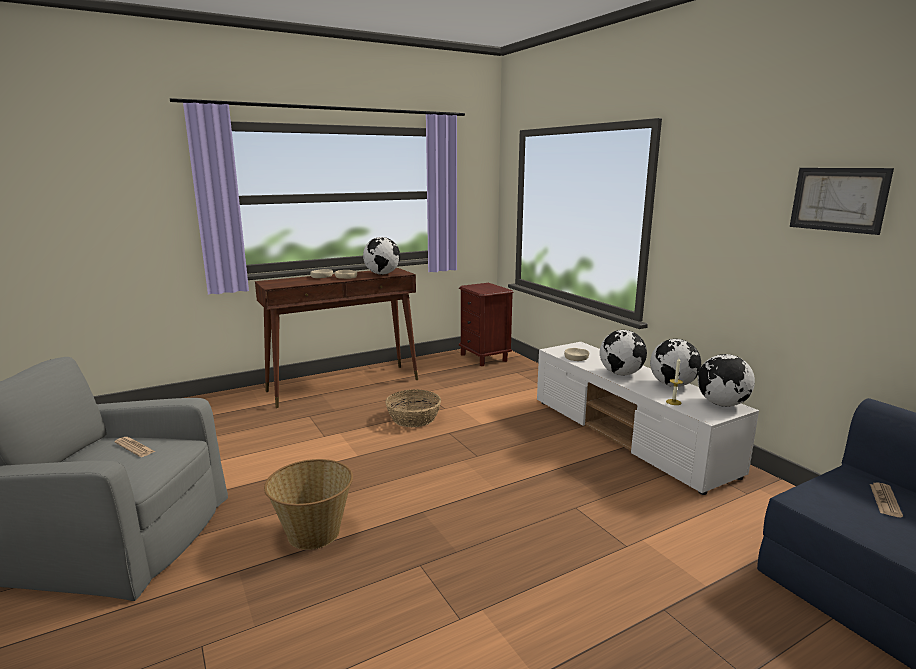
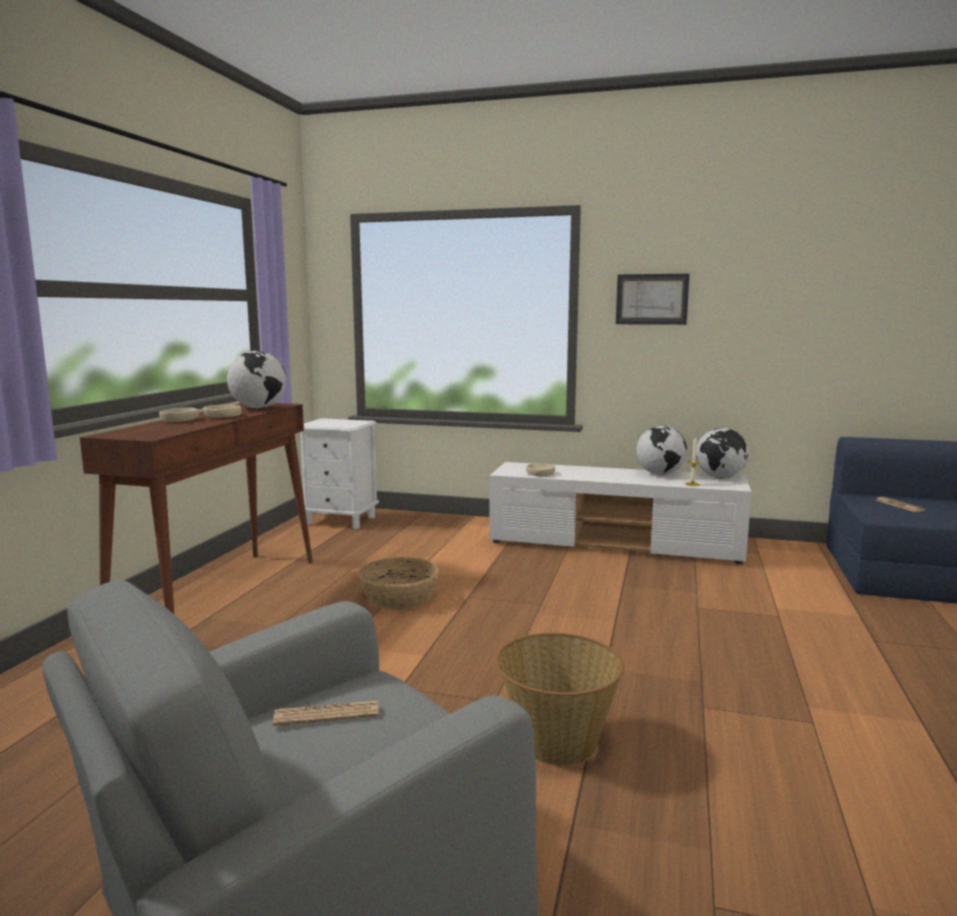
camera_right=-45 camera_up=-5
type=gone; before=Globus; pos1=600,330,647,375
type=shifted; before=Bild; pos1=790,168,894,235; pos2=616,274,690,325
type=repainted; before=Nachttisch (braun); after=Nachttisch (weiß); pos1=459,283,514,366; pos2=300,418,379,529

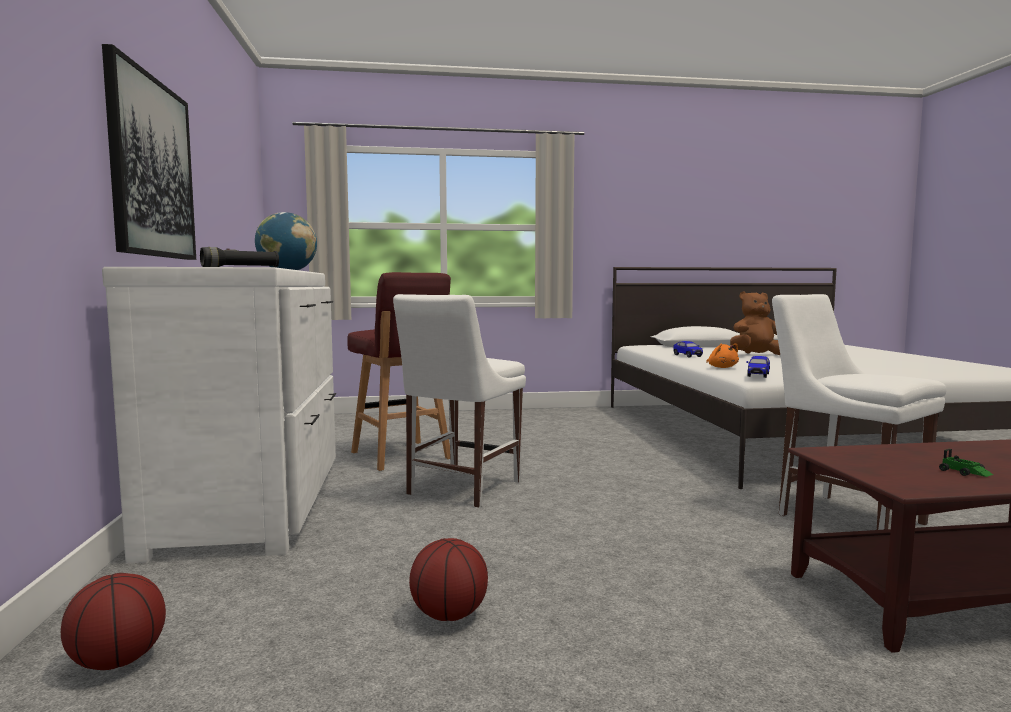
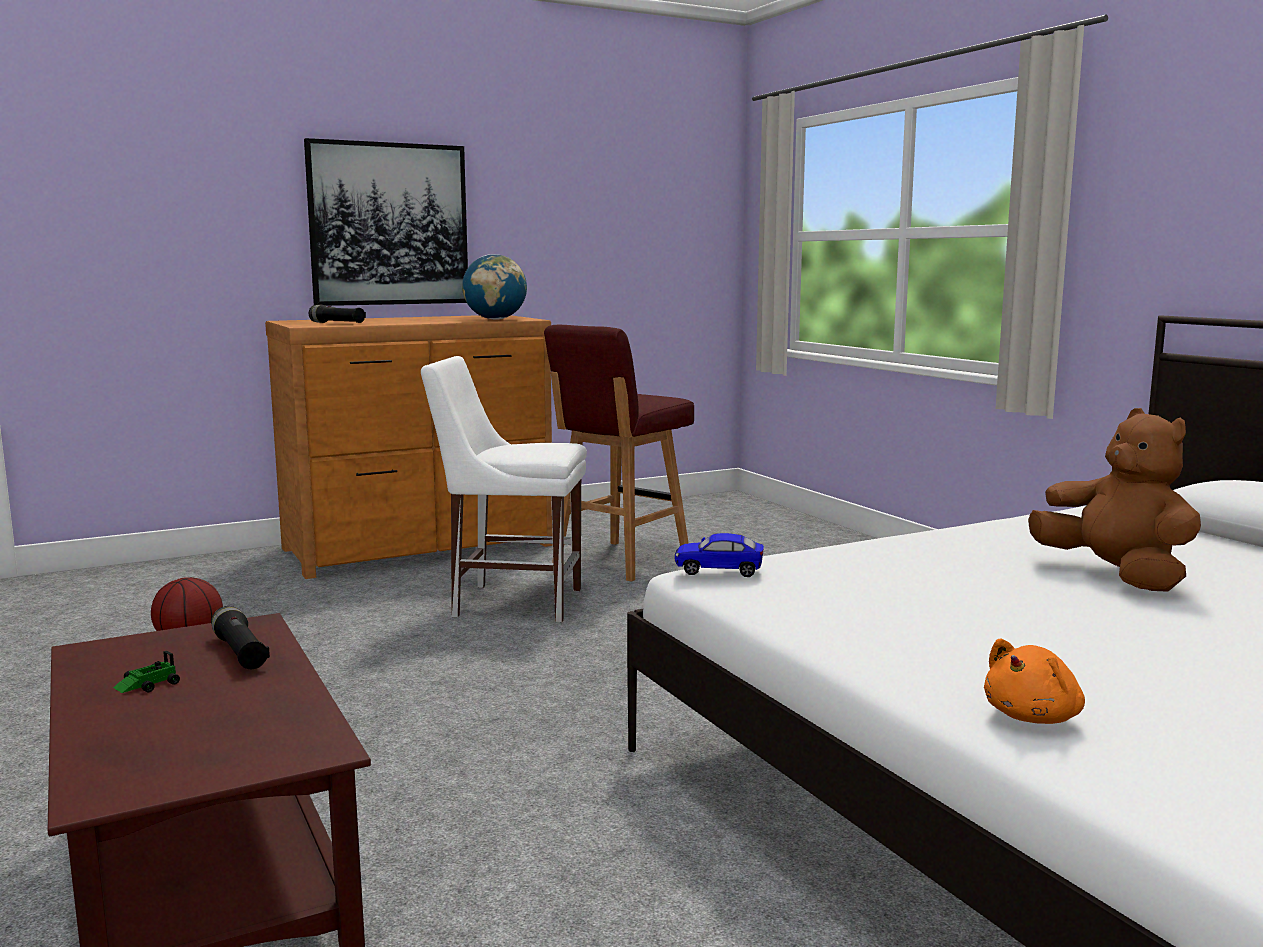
camera_right=70 camera_up=5
type=gone; before=Basketball; pos1=61,573,166,670
type=gone; before=Spielzeugauto; pos1=673,341,703,357
type=gone; before=Stuhl (weiß); pos1=772,294,946,530
type=new; after=Taschenlampe (schwarz); pos2=211,606,270,669
type=shifted; before=Plüschtier (orange); pos1=706,343,739,368; pos2=984,638,1085,724
type=repainted; before=Kommode (weiß); after=Kommode (braun); pos1=102,267,336,564; pos2=265,315,553,579

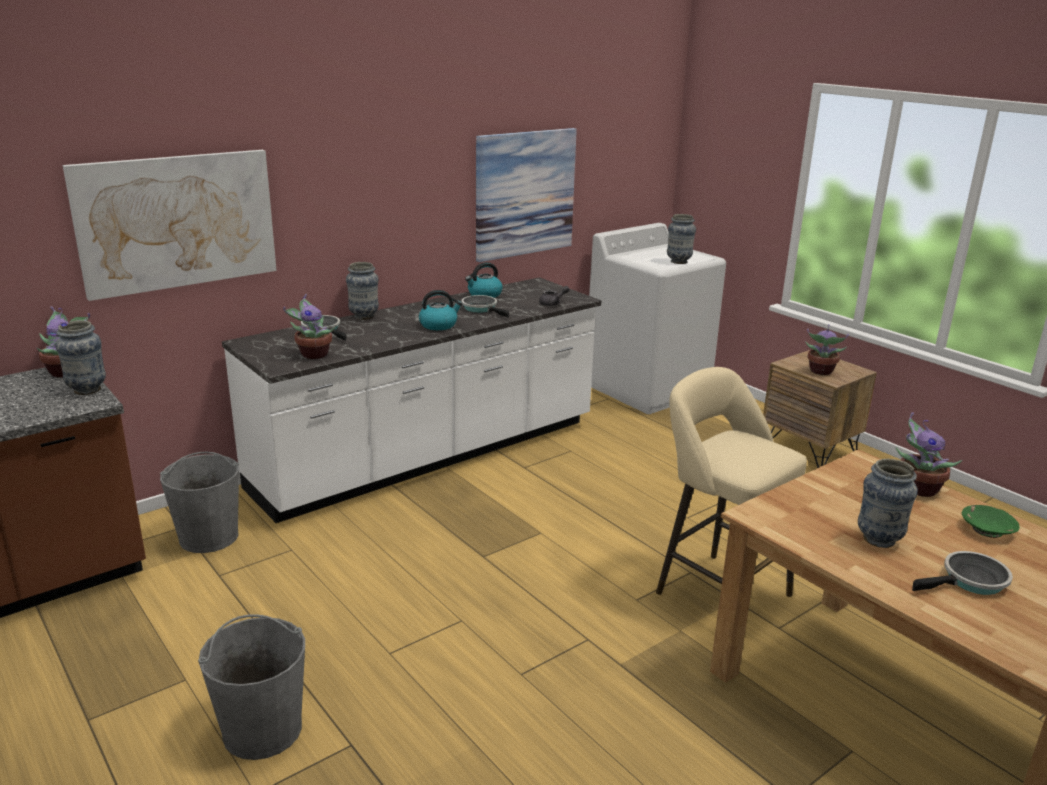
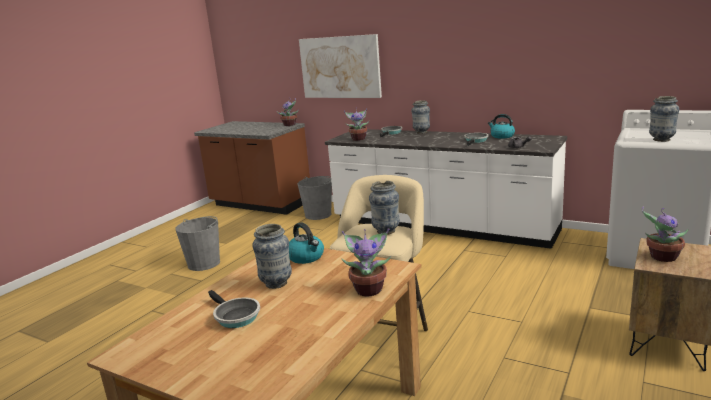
camera_right=70 camera_up=-5
type=gone; before=Bild; pos1=476,128,577,262
type=gone; before=Schüssel (grün); pos1=962,505,1020,538
type=shifted; before=Vase; pos1=55,320,106,395; pos2=369,181,400,235
type=shifted; before=Wasserkessel; pos1=419,290,463,330; pos2=289,222,324,264

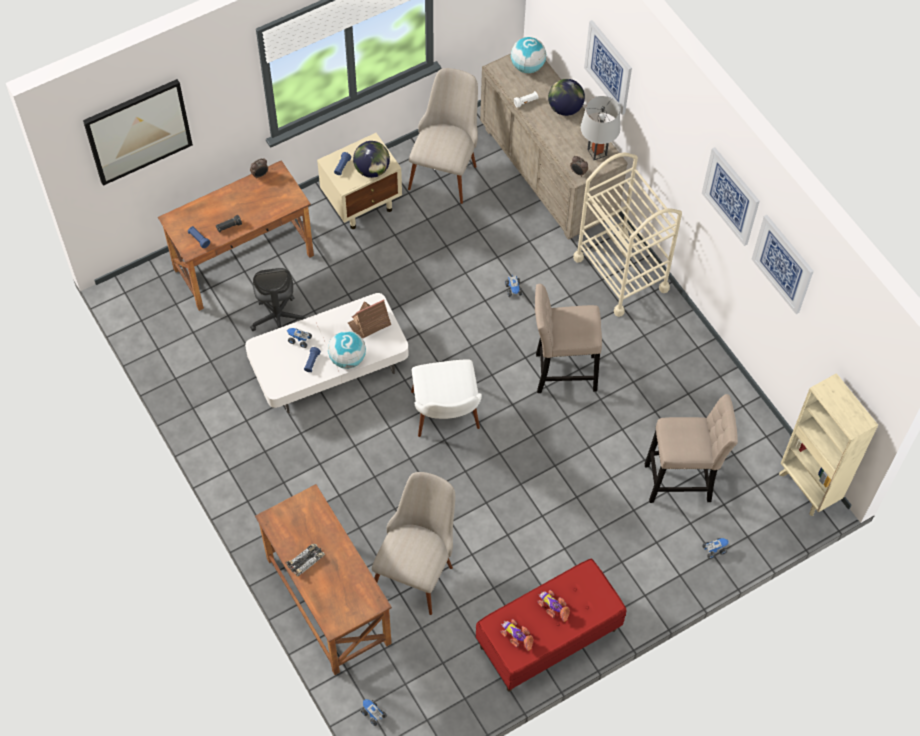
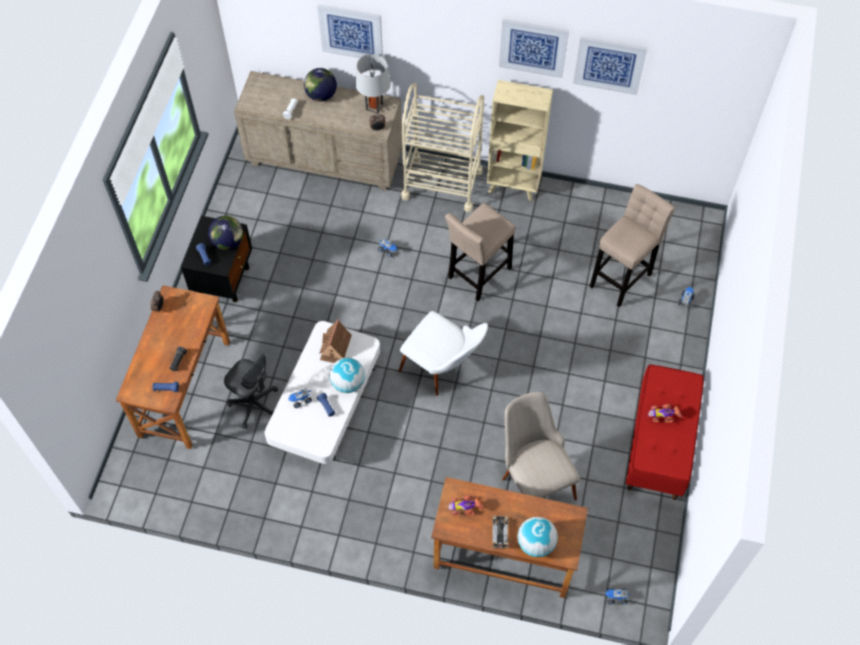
camera_right=-45 camera_up=0
type=gone; before=Bild; pos1=83,79,193,186
type=gone; before=Stuhl (beige); pos1=408,68,478,204
type=shifted; before=Spielzeugauto; pos1=501,619,534,651; pos2=447,495,484,516
type=shifted; before=Globus; pos1=511,37,546,73; pos2=517,517,558,557
type=shifted; before=Bücherregal (beige); pos1=779,373,878,516; pos2=487,80,553,201
type=repainted; before=Nachttisch (beige); after=Nachttisch (schwarz); pos1=317,133,402,229; pos2=181,216,252,302

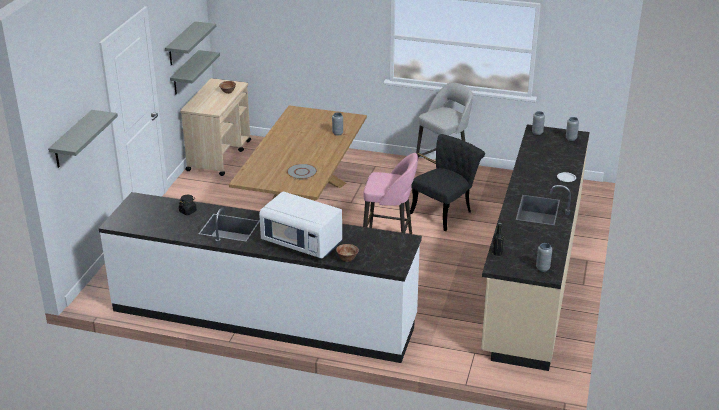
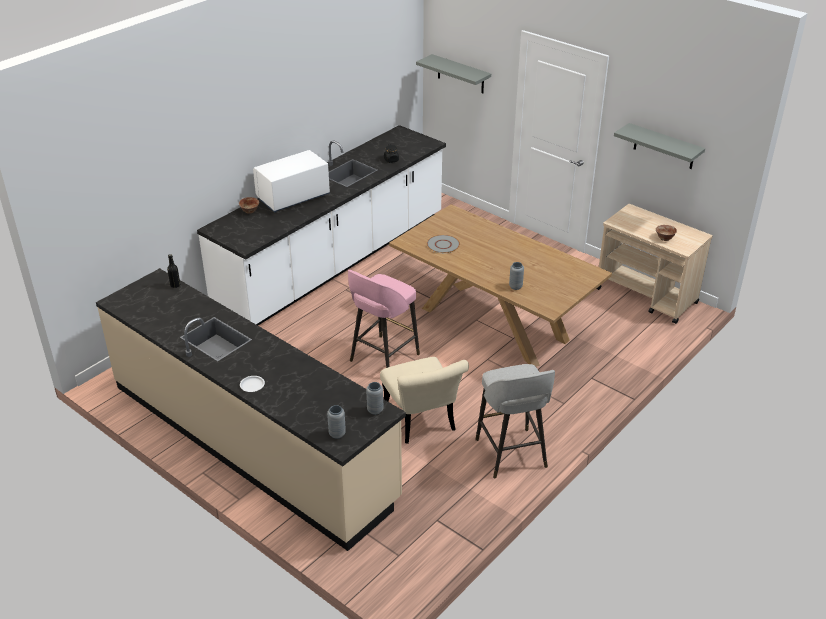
camera_right=115 camera_up=5
type=gone; before=Wandregal (grau); pos1=170,50,220,95
type=gone; before=Vase (grau); pos1=536,243,552,272
type=repainted; before=Stuhl (schwarz); after=Stuhl (beige); pos1=410,134,485,231; pos2=380,357,469,444

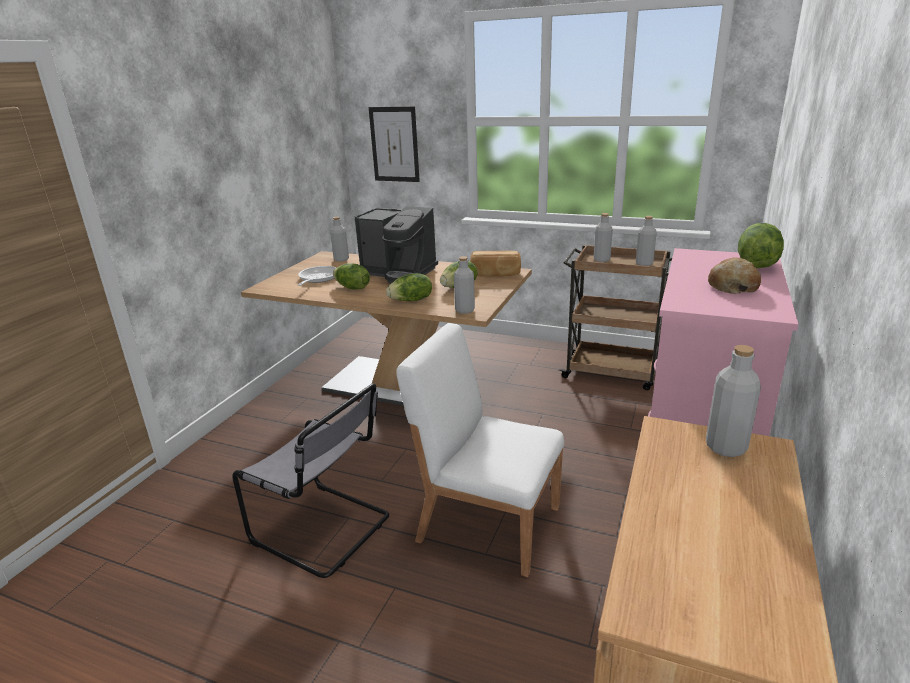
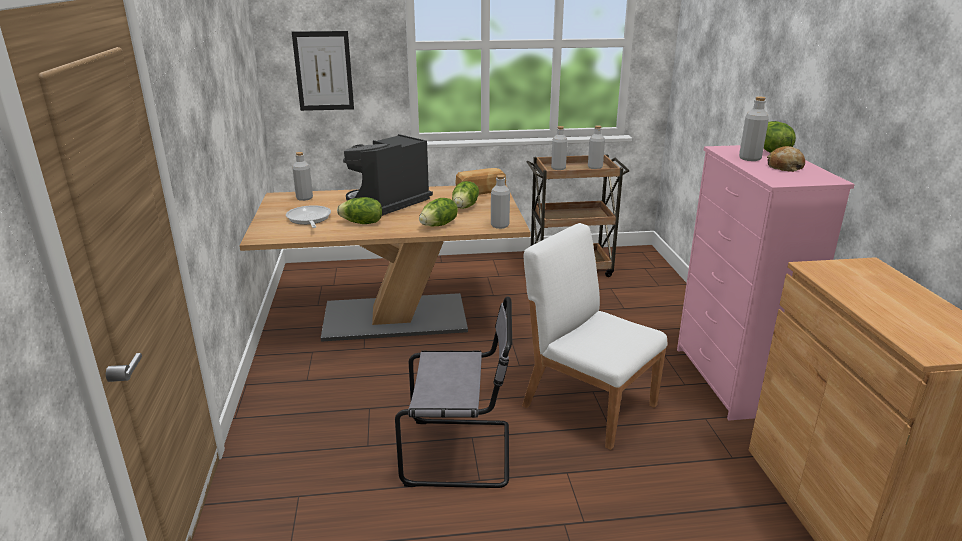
camera_right=-30 camera_up=0
type=shifted; before=Flasche (grau); pos1=706,345,761,457; pos2=739,96,769,161
type=rotated; before=Kaffeemaschine; pos1=355,206,438,284; pos2=343,134,433,216; turn=135
type=rotated; before=Stuhl (weiß); pos1=396,323,564,577; pos2=522,223,667,450; turn=45

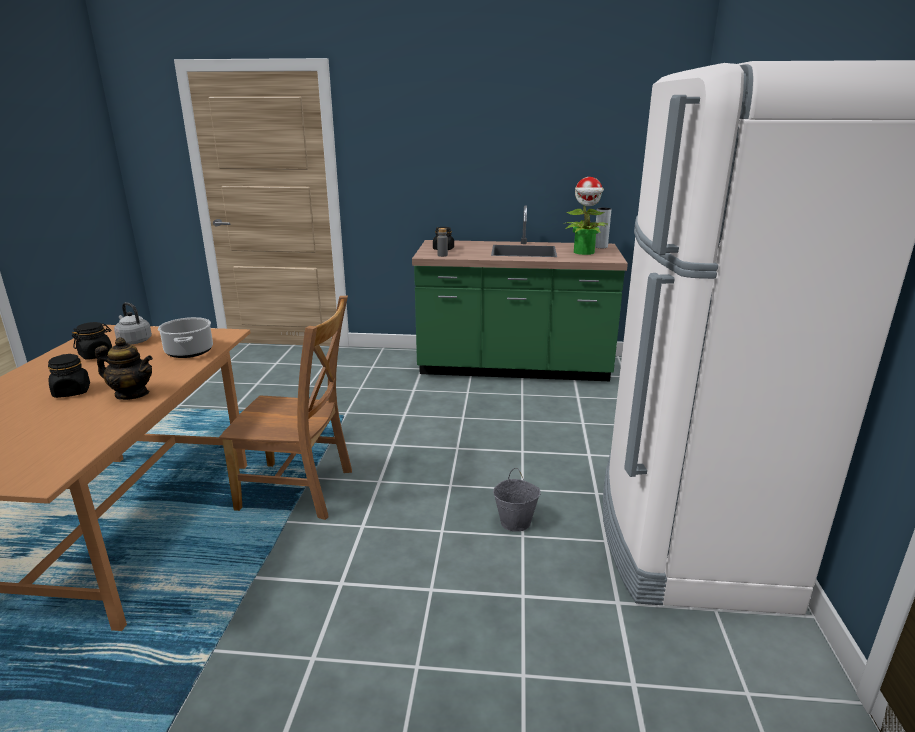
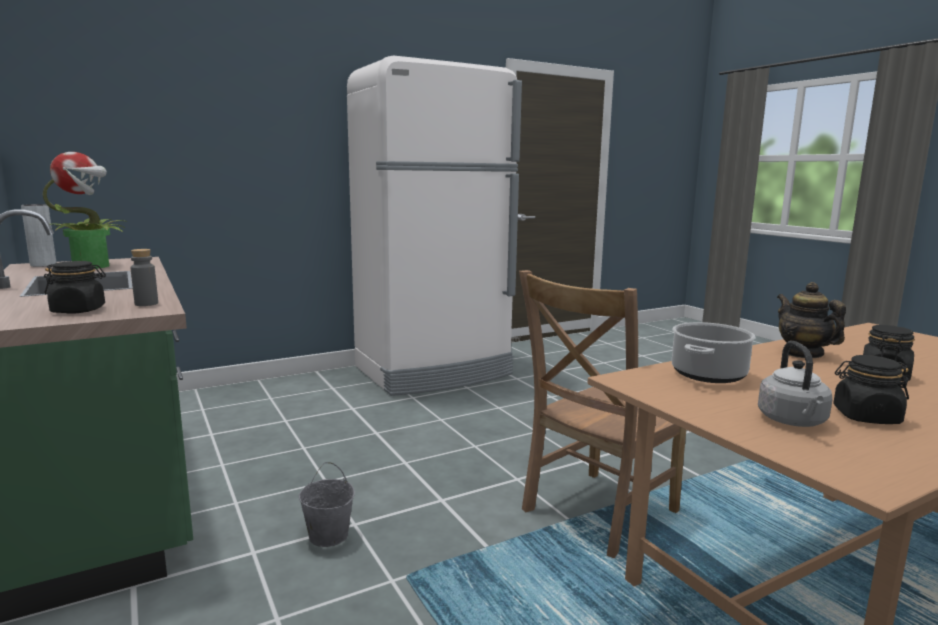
camera_right=-125 camera_up=-10
type=shifted; before=Eimer (grau); pos1=493,468,541,532; pos2=299,462,355,547
type=rotated; before=Stuhl (braun); pos1=219,296,352,520; pos2=519,270,686,558; turn=-105

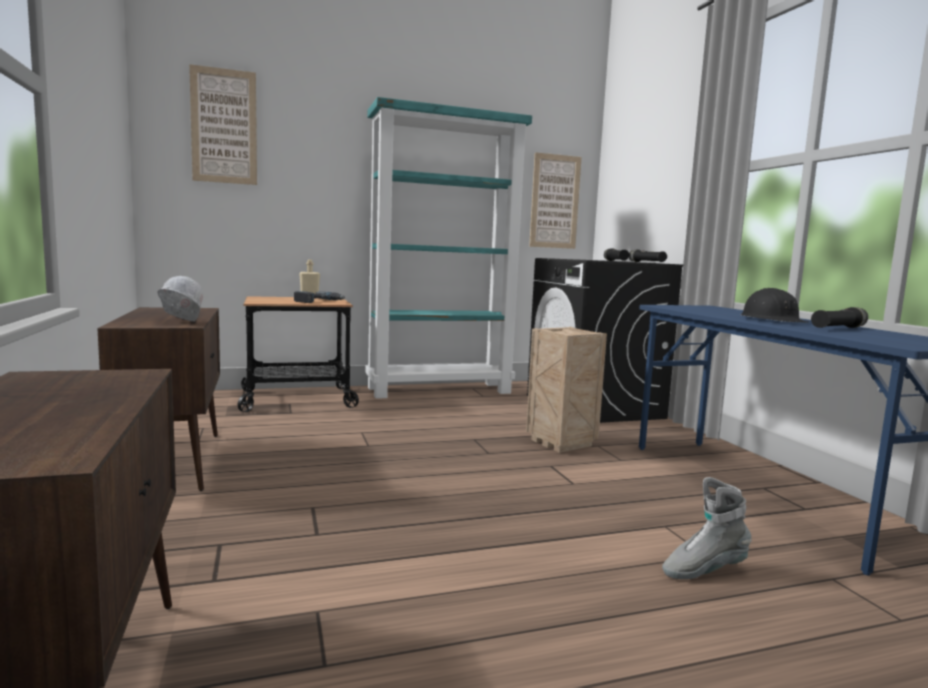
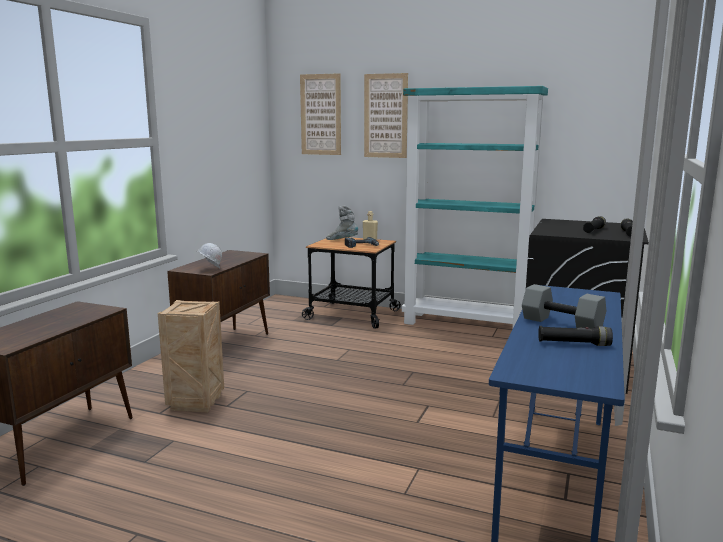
camera_right=40 camera_up=5
type=shifted; before=Kiste; pos1=526,327,607,453; pos2=158,300,224,413
type=shifted; before=Bild; pos1=529,152,582,249; pos2=364,73,408,158
type=shifted; before=Stiefel (grau); pos1=662,477,752,579; pos2=326,206,358,240
type=swapped; before=Schutzhelm (schwarz); after=Hantel (grau); pos1=740,288,808,323; pos2=522,284,606,329

